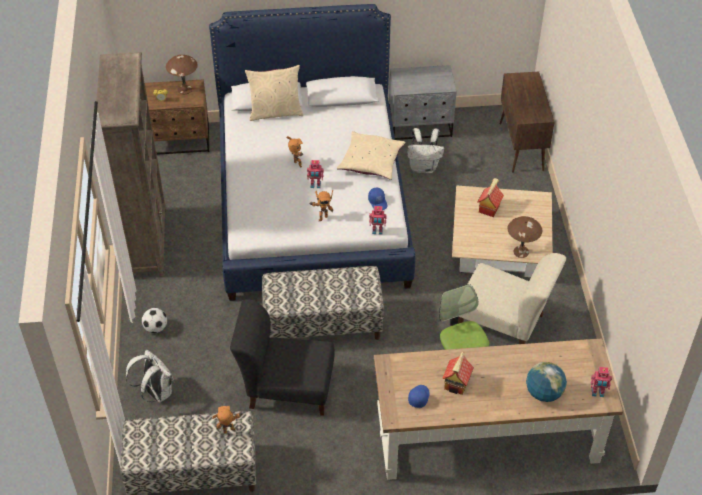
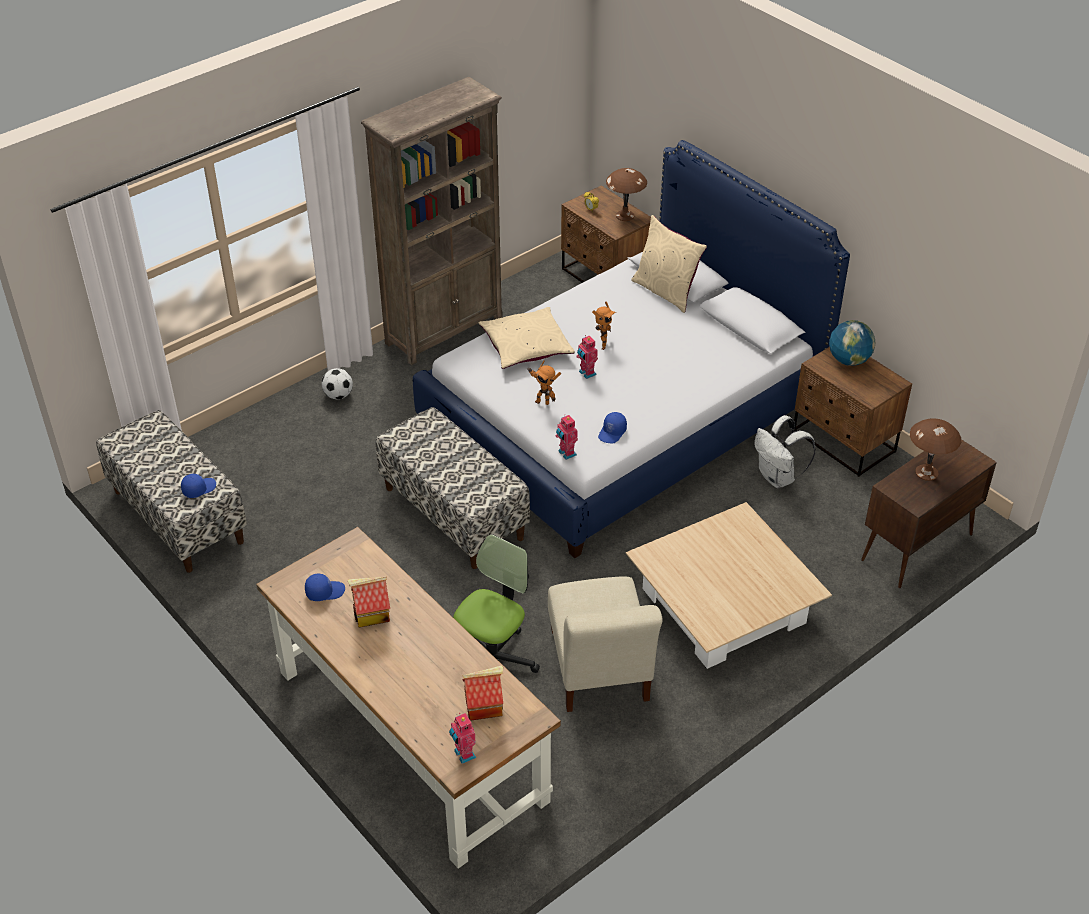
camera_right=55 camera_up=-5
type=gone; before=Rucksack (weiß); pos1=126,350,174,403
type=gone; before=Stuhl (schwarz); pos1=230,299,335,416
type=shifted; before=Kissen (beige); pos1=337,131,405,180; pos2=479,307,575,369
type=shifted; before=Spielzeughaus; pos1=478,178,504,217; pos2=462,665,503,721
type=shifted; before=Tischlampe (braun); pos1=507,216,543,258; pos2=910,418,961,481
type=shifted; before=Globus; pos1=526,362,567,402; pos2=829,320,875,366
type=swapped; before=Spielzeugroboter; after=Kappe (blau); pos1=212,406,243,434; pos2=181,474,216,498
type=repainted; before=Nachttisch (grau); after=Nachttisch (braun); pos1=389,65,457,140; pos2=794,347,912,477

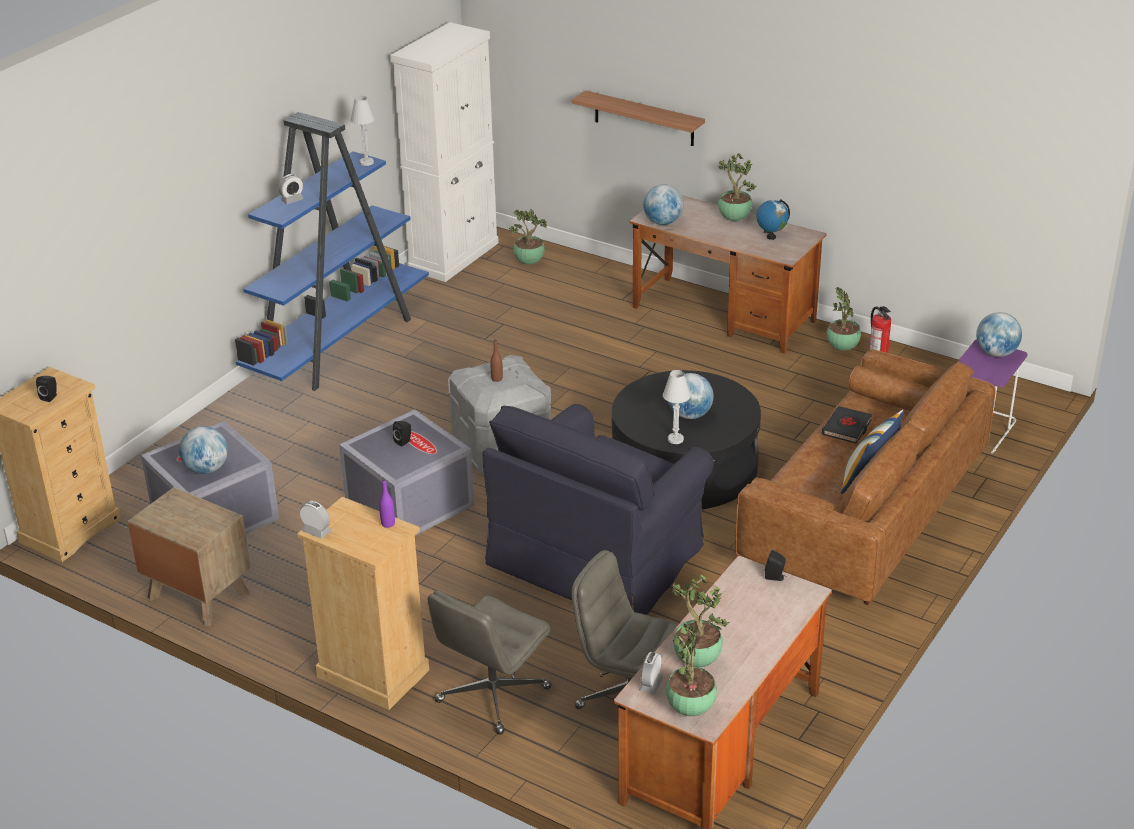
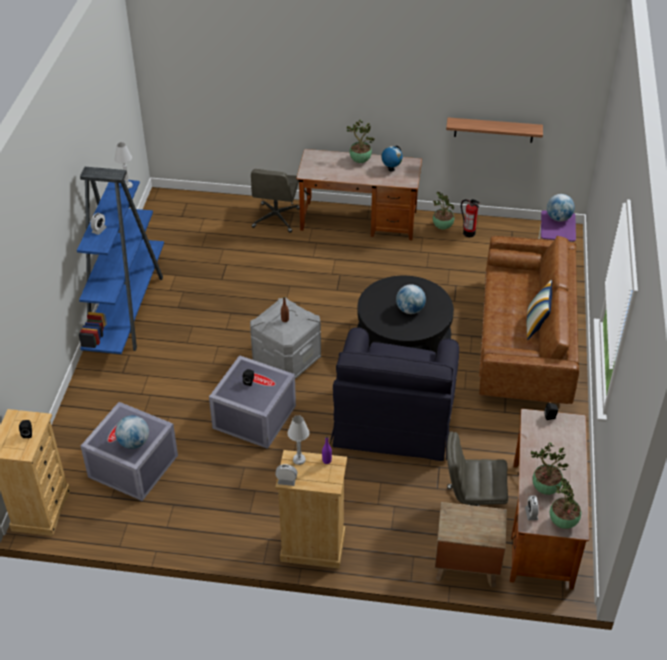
camera_right=-25 camera_up=10
type=gone; before=Schrank (weiß); pos1=391,22,499,282
type=gone; before=Topfpflanze; pos1=509,210,547,265
type=gone; before=Globus; pos1=643,184,684,225
type=gone; before=Buch (schwarz); pos1=822,406,872,444
type=shifted; before=Nachttisch (braun); pos1=127,487,251,626; pos2=435,502,507,588
type=shifted; before=Bürostuhl (grau); pos1=428,591,552,735; pos2=251,169,300,233
type=shifted; before=Wandregal; pos1=572,91,705,146; pos2=446,117,543,143
type=shifted; before=Tischlampe (weiß); pos1=663,370,691,444; pos2=288,415,309,465

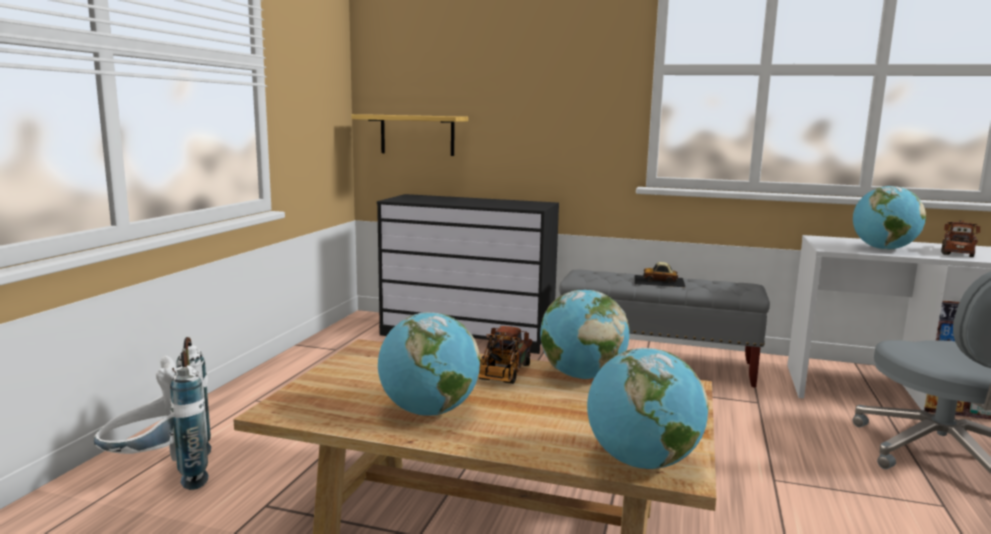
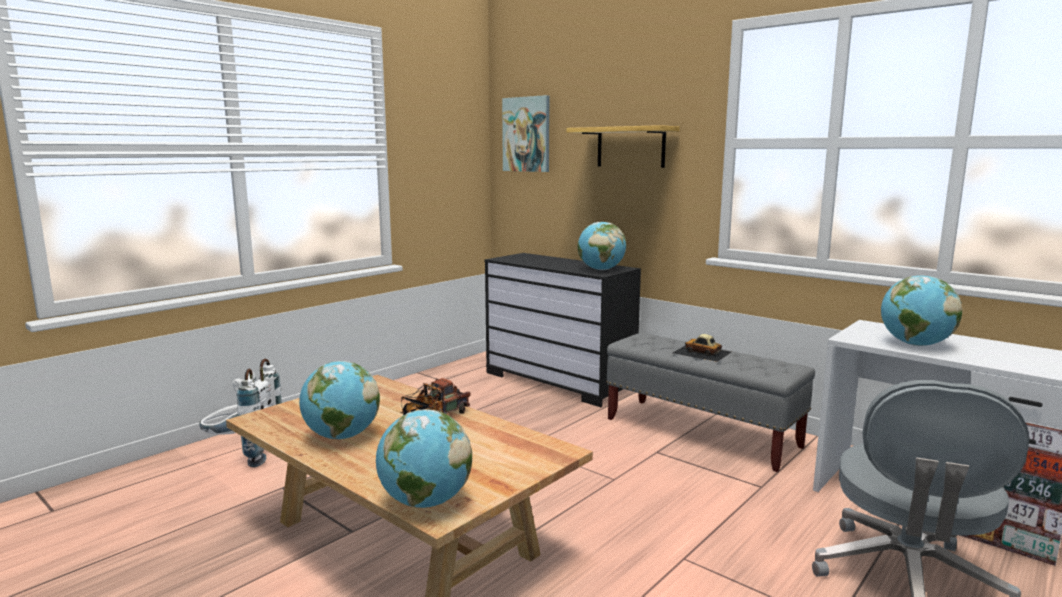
camera_right=25 camera_up=0
type=gone; before=Spielzeuglaster; pos1=941,219,980,257
type=new; after=Bild; pos2=502,95,550,172
type=shifted; before=Wandregal; pos1=351,114,468,156; pos2=566,125,680,168
type=shifted; before=Globus; pos1=540,290,630,379; pos2=578,222,626,270

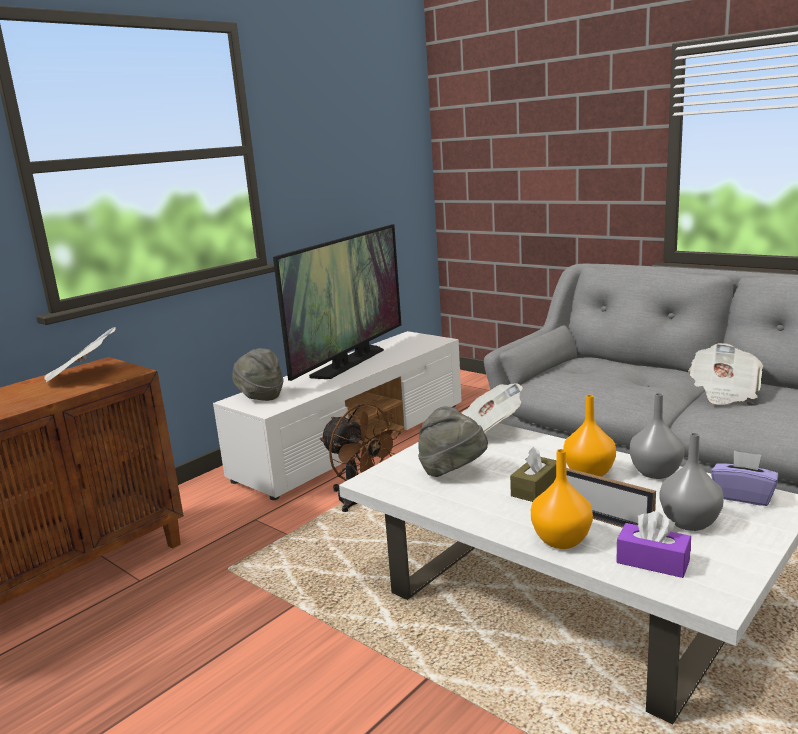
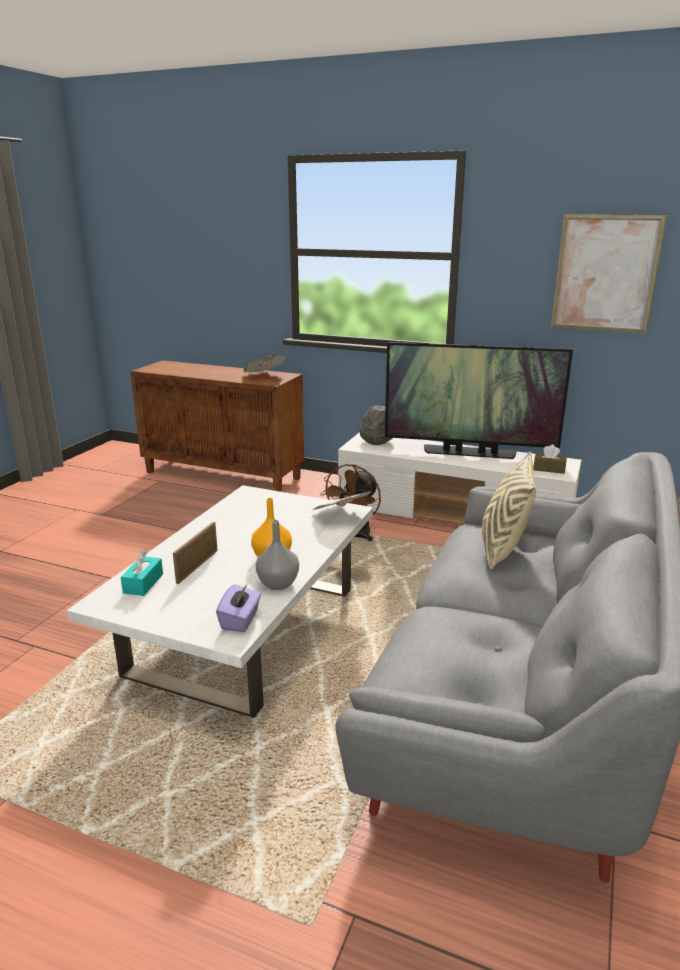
camera_right=70 camera_up=5
type=gone; before=Hut (grau); pos1=418,407,488,477
type=gone; before=Vase (orange); pos1=531,449,593,549
type=gone; before=Vase (grau); pos1=659,433,724,531
type=gone; before=Zeitung; pos1=688,343,763,405
type=new; after=Kissen (beige); pos2=482,452,536,569
type=new; after=Bild; pos2=550,214,667,333
type=shifted; before=Taschentuchbox (braun); pos1=510,446,556,502; pos2=533,445,567,474
type=repainted; before=Taschentuchbox (lila); after=Taschentuchbox (türkis); pos1=616,511,691,578; pos2=121,550,163,596

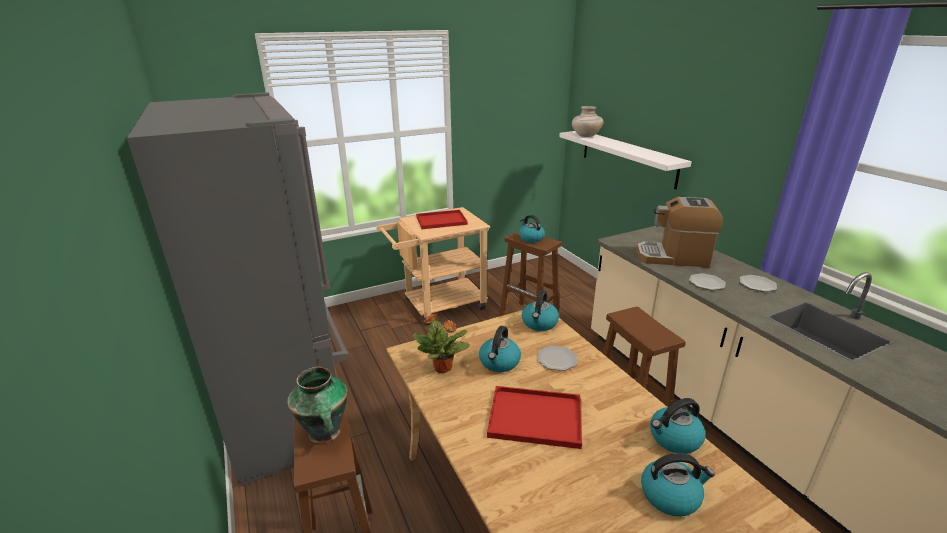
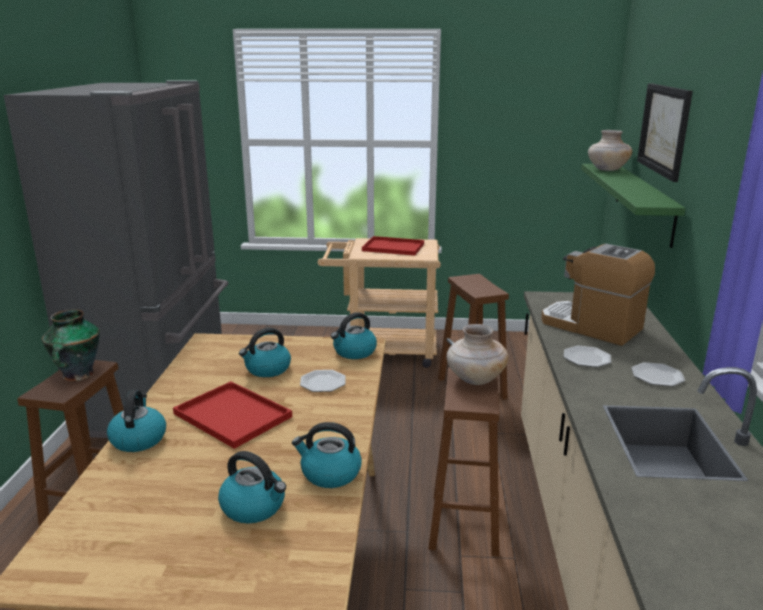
camera_right=30 camera_up=-5
type=gone; before=Topfpflanze; pos1=413,313,470,373
type=new; after=Vase (beige); pos2=446,324,508,385
type=new; after=Bild; pos2=637,83,693,182
type=shifted; before=Wasserkessel; pos1=519,215,545,243; pos2=107,390,166,452
type=repainted; before=Wandregal (weiß); after=Wandregal (grün); pos1=559,131,692,189; pos2=581,164,686,248

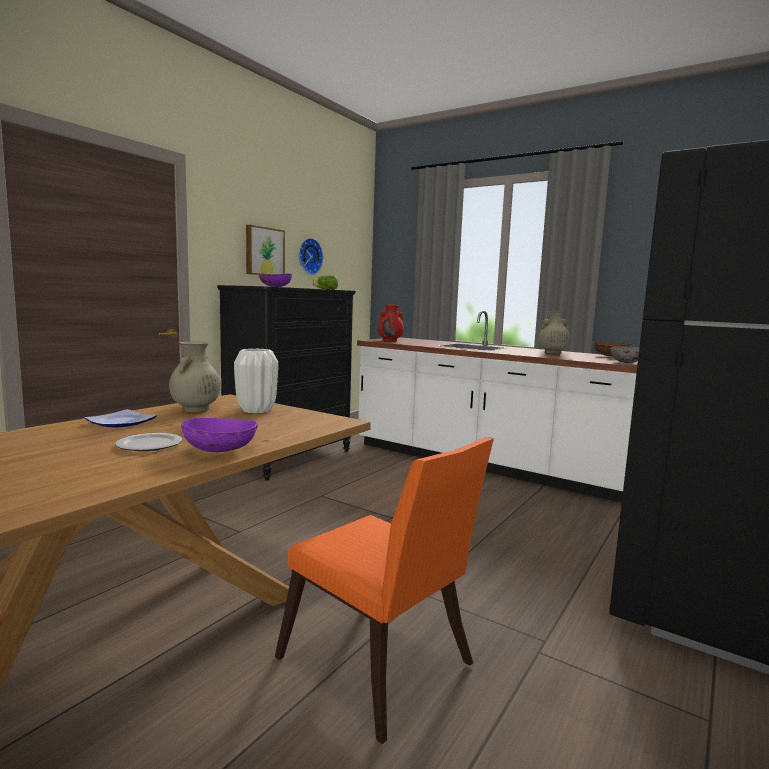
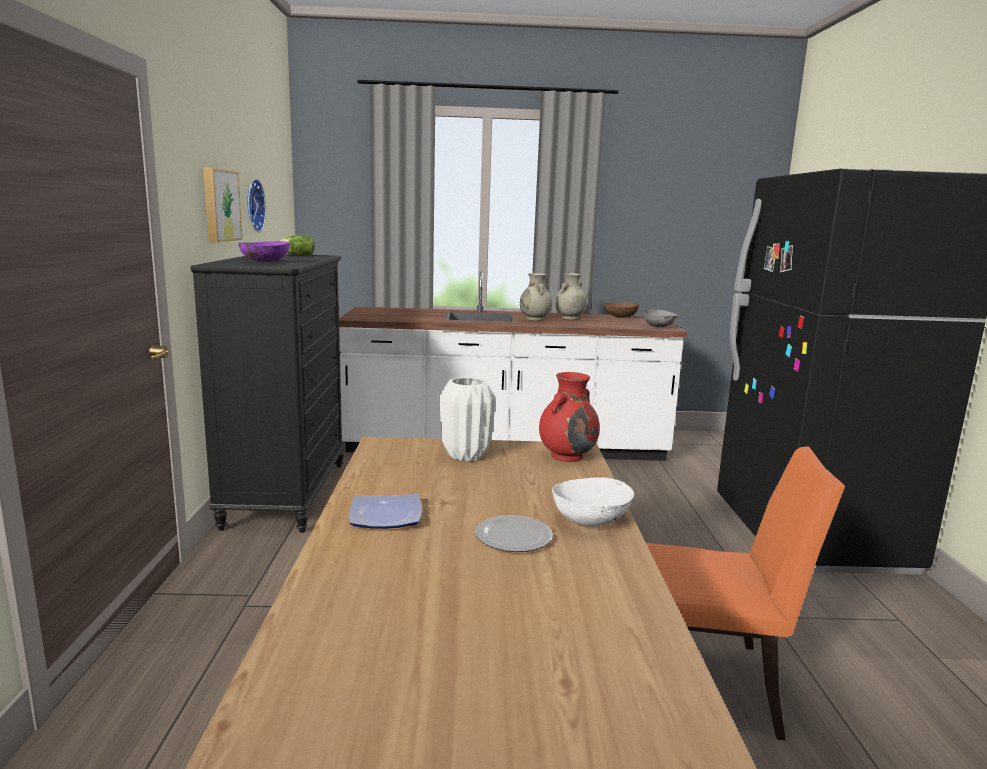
camera_right=-35 camera_up=5
type=shifted; before=Vase (beige); pos1=169,341,221,412; pos2=520,273,552,321
type=shifted; before=Vase (rot); pos1=378,304,404,342; pos2=539,372,600,462
type=repainted; before=Schüssel (lila); after=Schüssel (weiß); pos1=181,418,258,452; pos2=552,477,634,526

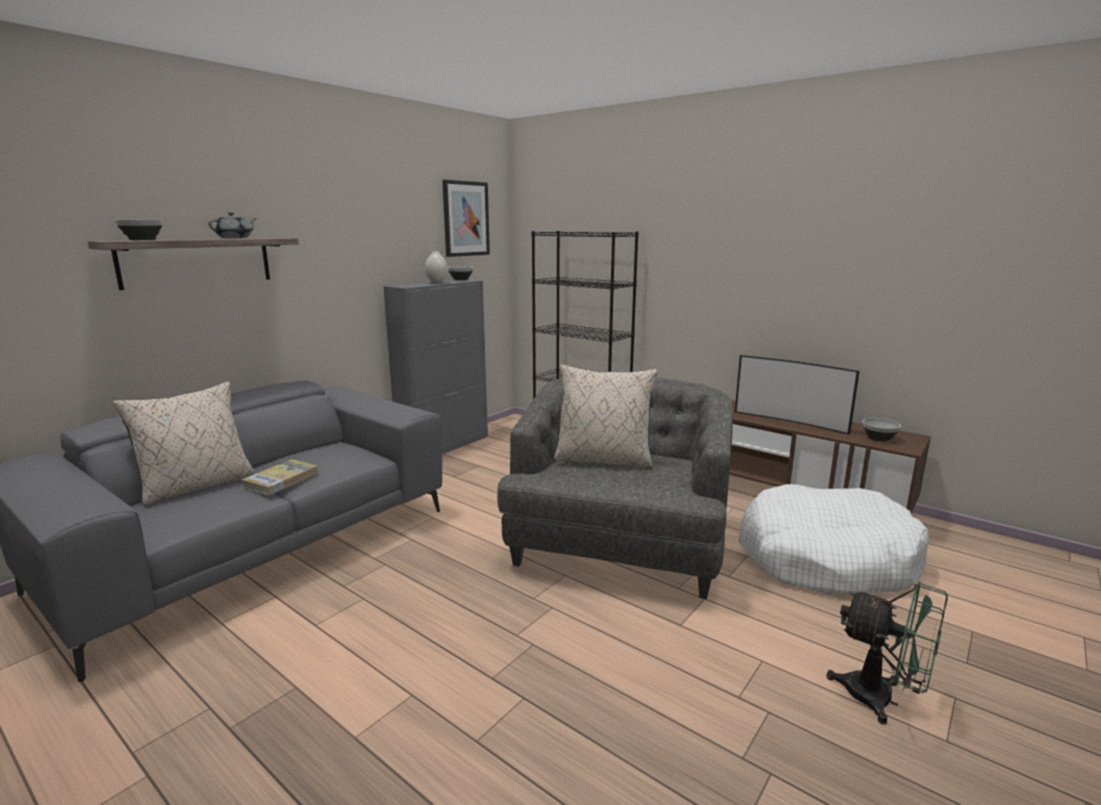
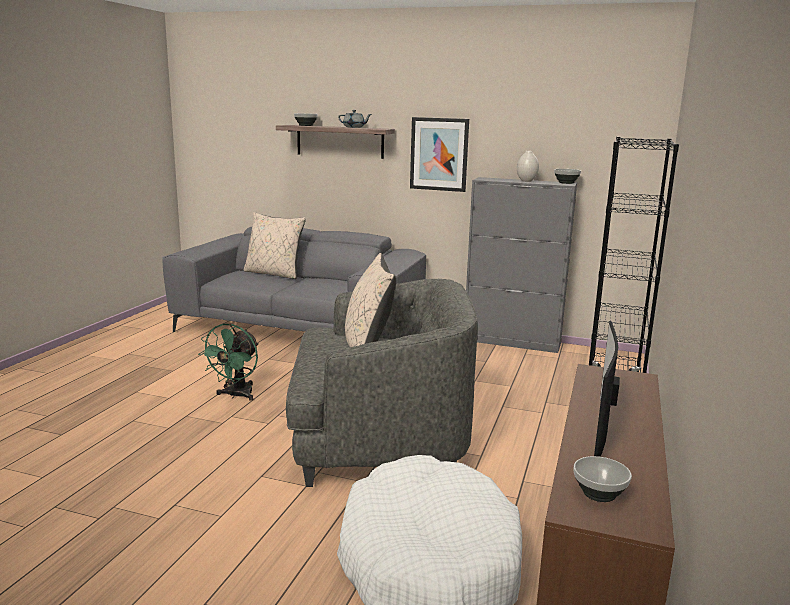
camera_right=70 camera_up=0
type=gone; before=Buch; pos1=241,459,318,495
type=shifted; before=Bild; pos1=442,180,490,257; pos2=410,117,469,192
type=shifted; before=Ventilator (grün); pos1=826,581,948,725; pos2=198,323,259,401

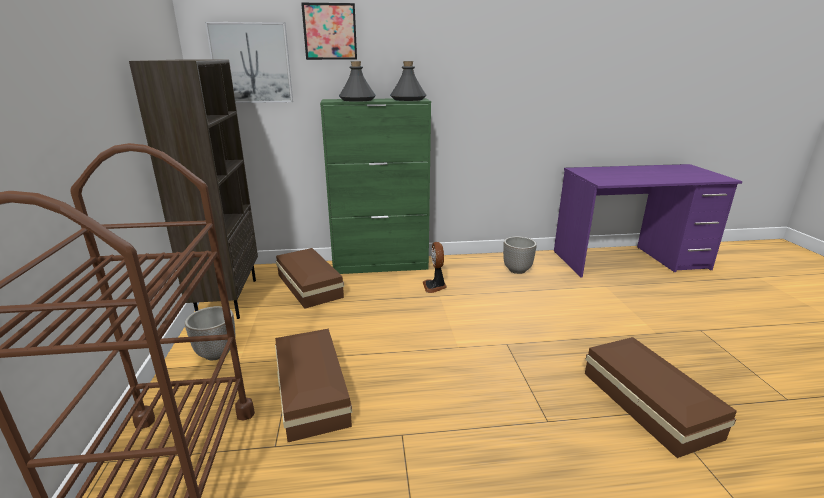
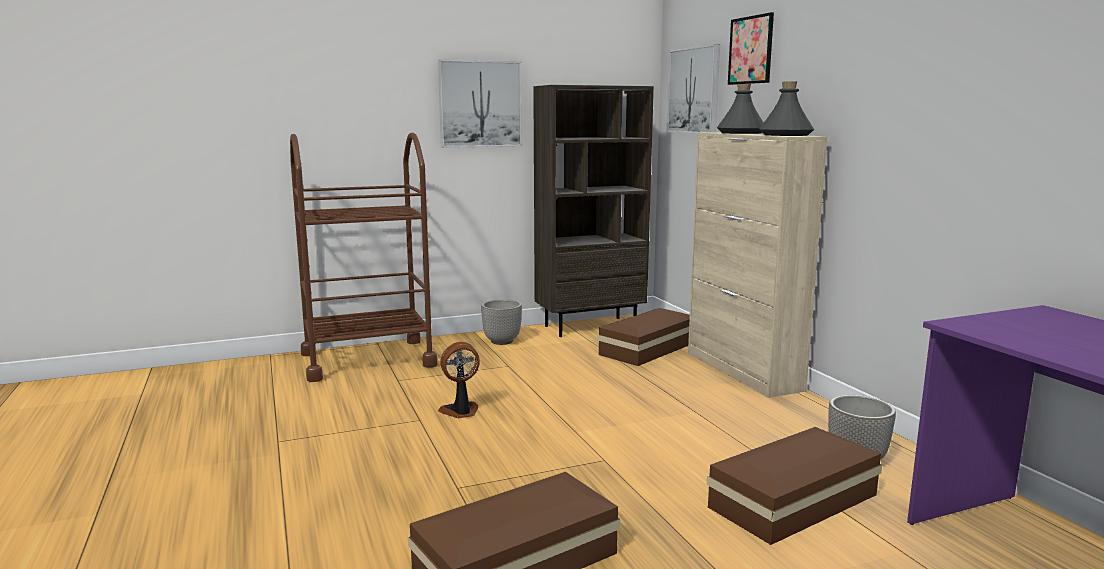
camera_right=75 camera_up=-10
type=new; after=Bild; pos2=438,59,522,148
type=shifted; before=Aufbewahrungsbox (braun); pos1=275,329,352,442; pos2=707,427,882,545
type=shifted; before=Ventilator; pos1=423,242,447,293; pos2=438,342,480,418
type=repainted; before=Schrank (grün); after=Schrank (beige); pos1=320,98,431,274; pos2=688,132,828,398

